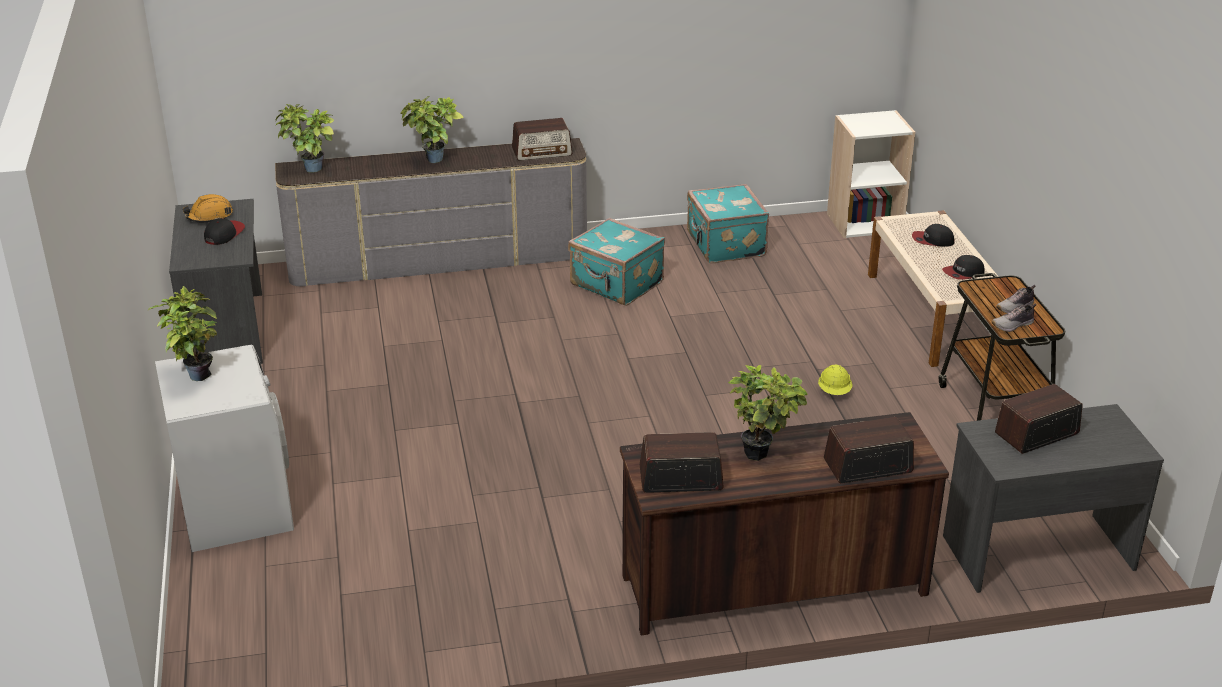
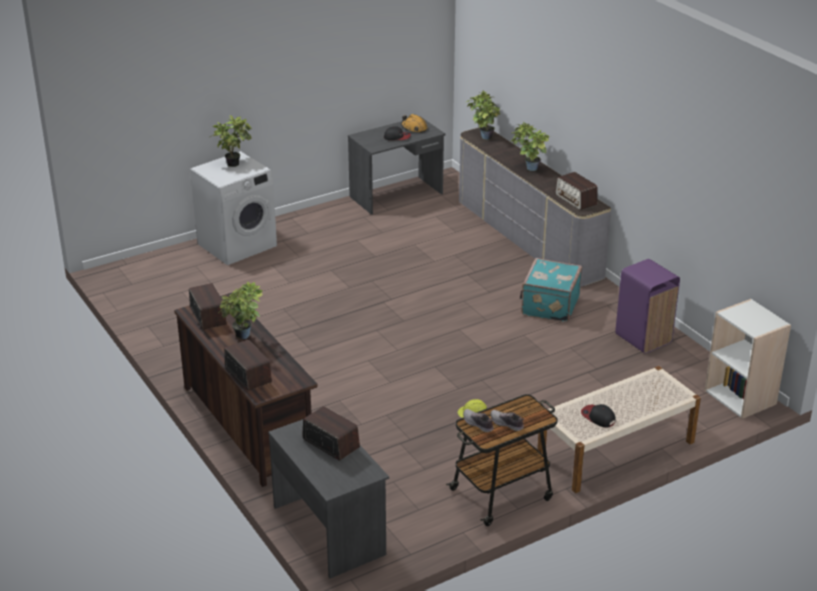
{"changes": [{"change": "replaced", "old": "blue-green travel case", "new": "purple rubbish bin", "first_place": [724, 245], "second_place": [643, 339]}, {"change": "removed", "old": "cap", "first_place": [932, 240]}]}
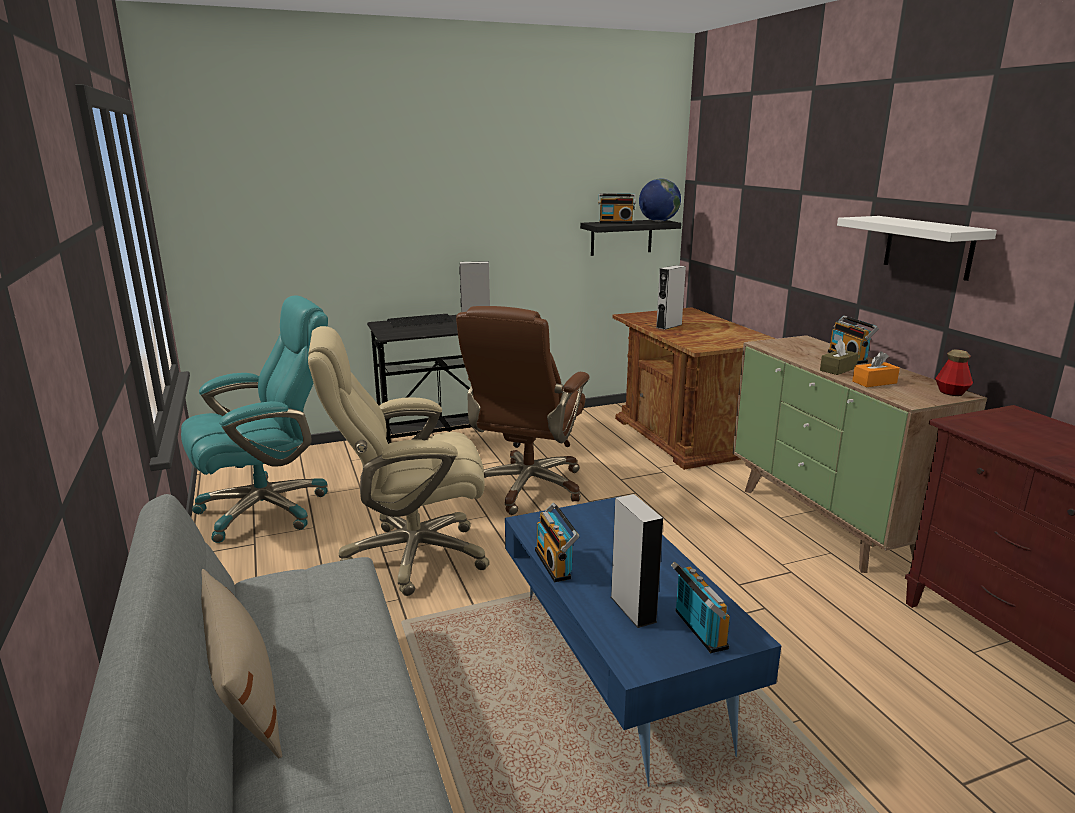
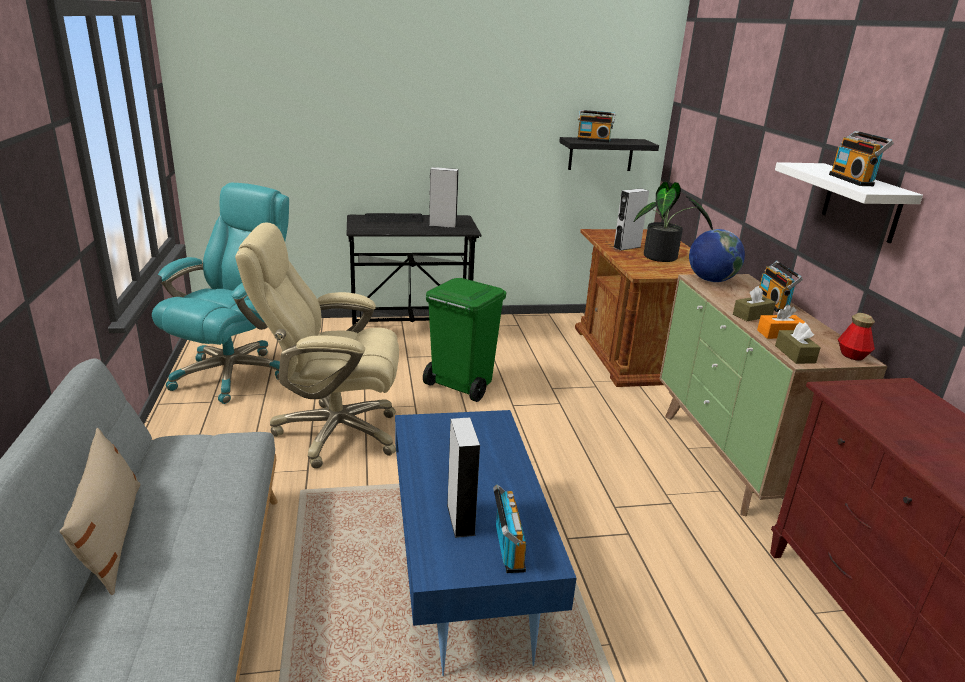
{"changes": [{"change": "turned", "old": "blue-green office chair", "first_place": [269, 511], "second_place": [235, 374], "degrees": -45}, {"change": "replaced", "old": "brownish office chair", "new": "green-coloured rubbish bin", "first_place": [526, 489], "second_place": [461, 386]}, {"change": "moved", "old": "radio set", "first_place": [555, 564], "second_place": [853, 180]}, {"change": "moved", "old": "world globe", "first_place": [658, 221], "second_place": [711, 280]}, {"change": "added", "new": "plant in a pot", "second_place": [664, 258]}, {"change": "added", "new": "brownish tissue box", "second_place": [795, 354]}]}
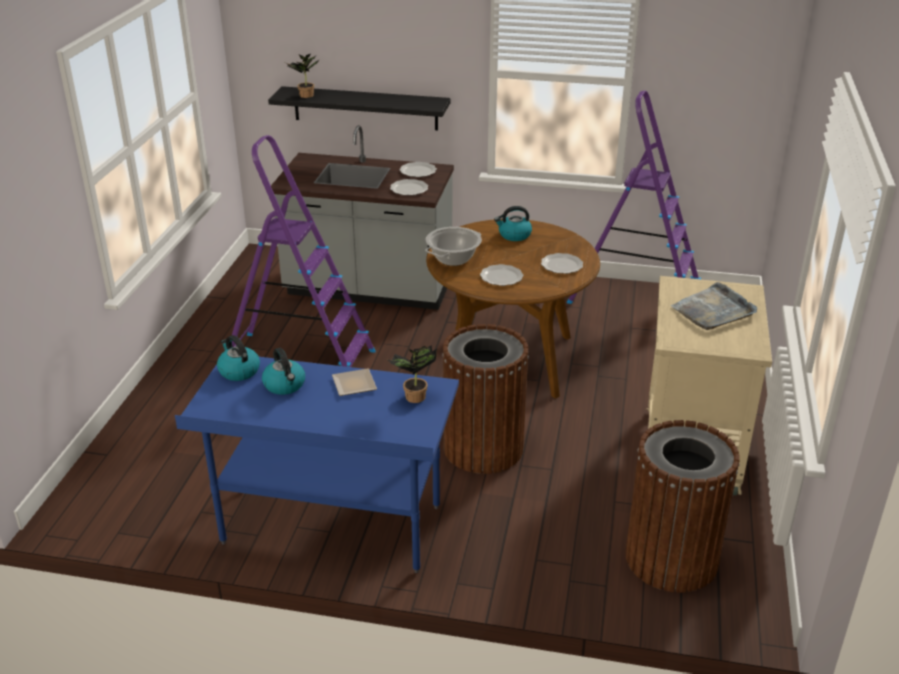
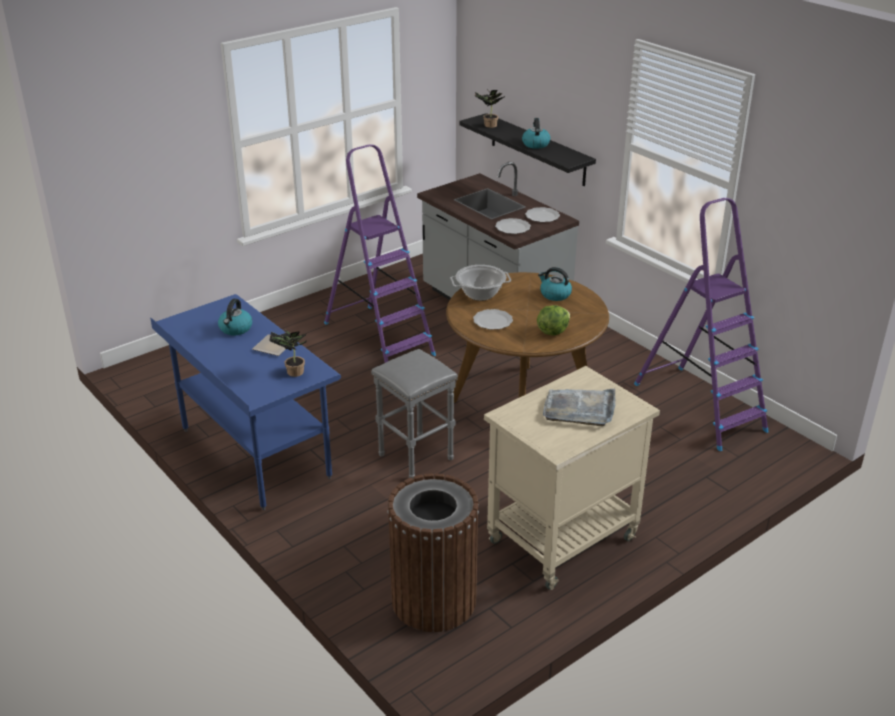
{"changes": [{"change": "moved", "old": "kettle", "first_place": [238, 371], "second_place": [535, 144]}, {"change": "replaced", "old": "brownish rubbish bin", "new": "greyish stool seat", "first_place": [483, 448], "second_place": [414, 456]}, {"change": "replaced", "old": "dinner plate", "new": "lettuce head", "first_place": [561, 265], "second_place": [552, 331]}]}
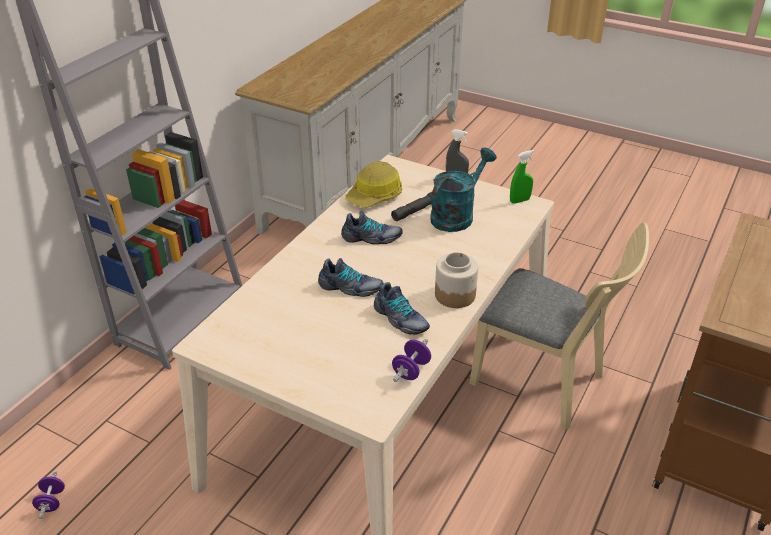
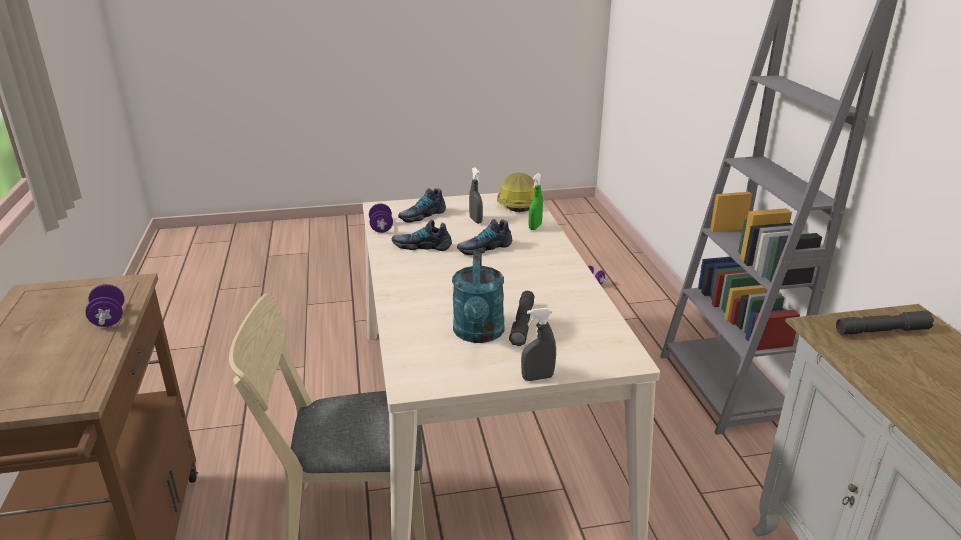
{"changes": [{"change": "moved", "old": "item of footwear", "first_place": [371, 238], "second_place": [421, 215]}, {"change": "moved", "old": "work helmet", "first_place": [375, 196], "second_place": [518, 202]}, {"change": "removed", "old": "storage jar", "first_place": [455, 295]}, {"change": "moved", "old": "green-coloured hand sprayer", "first_place": [519, 200], "second_place": [535, 227]}, {"change": "added", "new": "purple free weight", "second_place": [109, 319]}, {"change": "added", "new": "greyish hand sprayer", "second_place": [475, 220]}, {"change": "added", "new": "greyish hand torch", "second_place": [881, 331]}]}
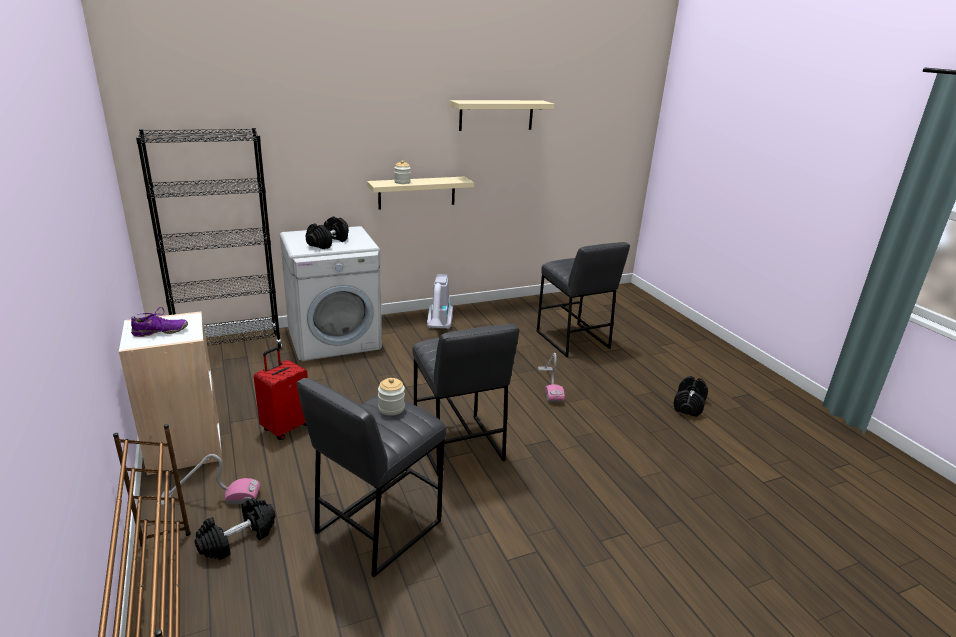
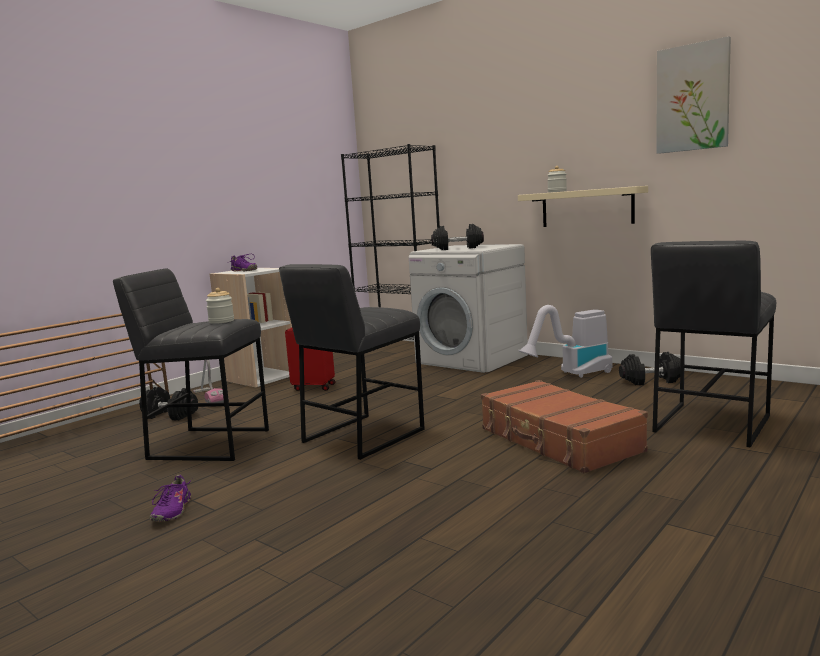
{"changes": [{"change": "replaced", "old": "beige-coloured wall shelf", "new": "picture", "first_place": [496, 115], "second_place": [692, 98]}, {"change": "replaced", "old": "vacuum", "new": "brownish travel case", "first_place": [550, 385], "second_place": [558, 441]}, {"change": "moved", "old": "black free weight", "first_place": [689, 405], "second_place": [650, 381]}, {"change": "added", "new": "purple item of footwear", "second_place": [171, 511]}]}
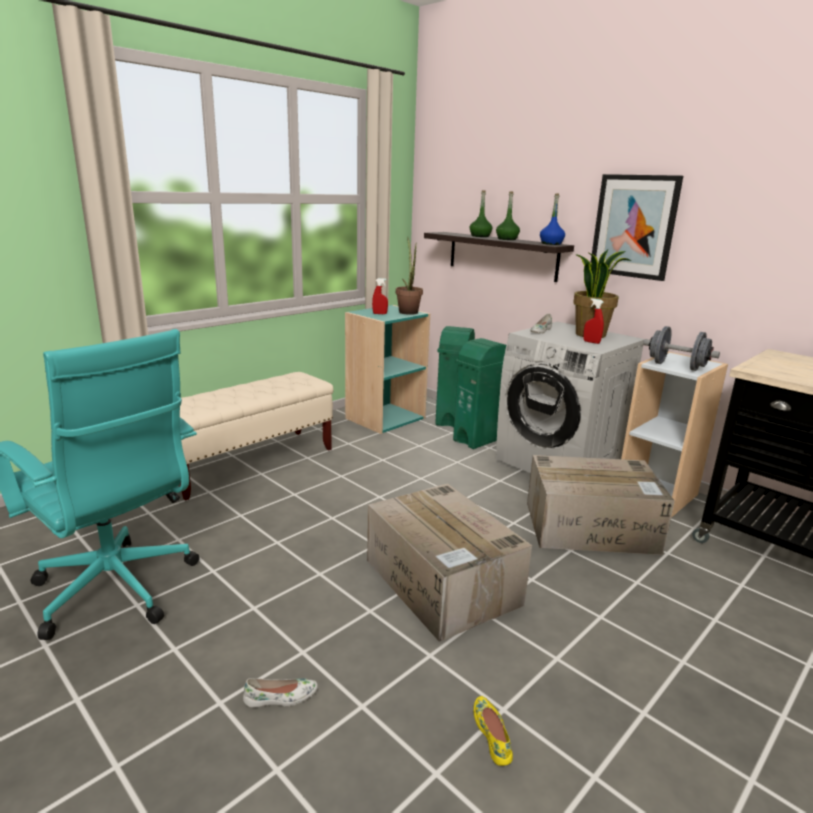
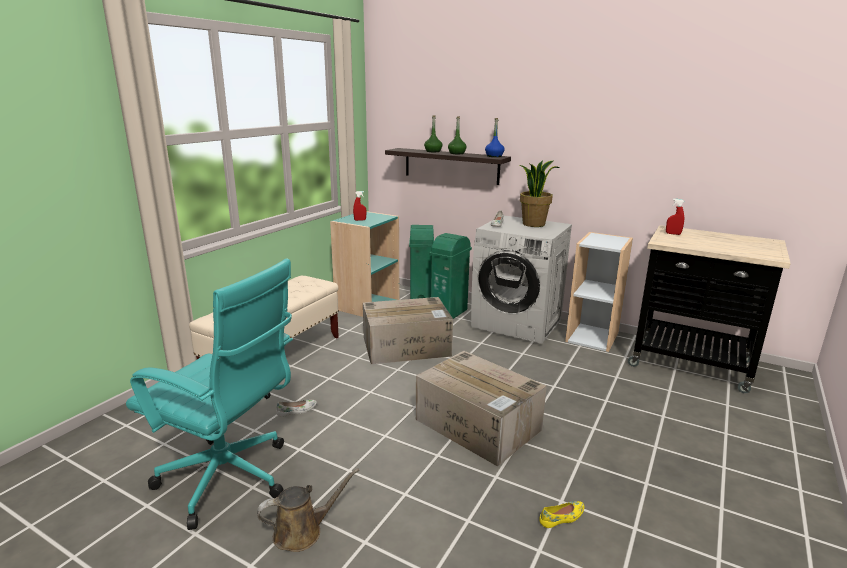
{"changes": [{"change": "moved", "old": "white-coloured item of footwear", "first_place": [281, 697], "second_place": [297, 411]}, {"change": "removed", "old": "plant in a pot", "first_place": [408, 311]}, {"change": "turned", "old": "yellow item of footwear", "first_place": [492, 734], "second_place": [562, 518], "degrees": 90}, {"change": "moved", "old": "carton", "first_place": [592, 527], "second_place": [407, 346]}, {"change": "moved", "old": "red-coloured hand sprayer", "first_place": [591, 342], "second_place": [673, 234]}, {"change": "removed", "old": "picture", "first_place": [634, 226]}, {"change": "removed", "old": "greyish free weight", "first_place": [676, 366]}, {"change": "added", "new": "brownish sprinkling can", "second_place": [302, 532]}]}
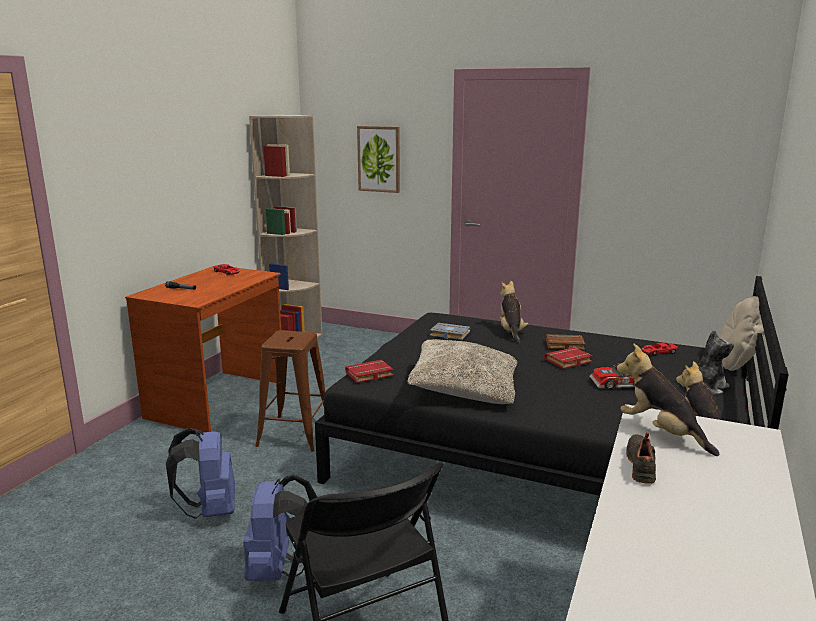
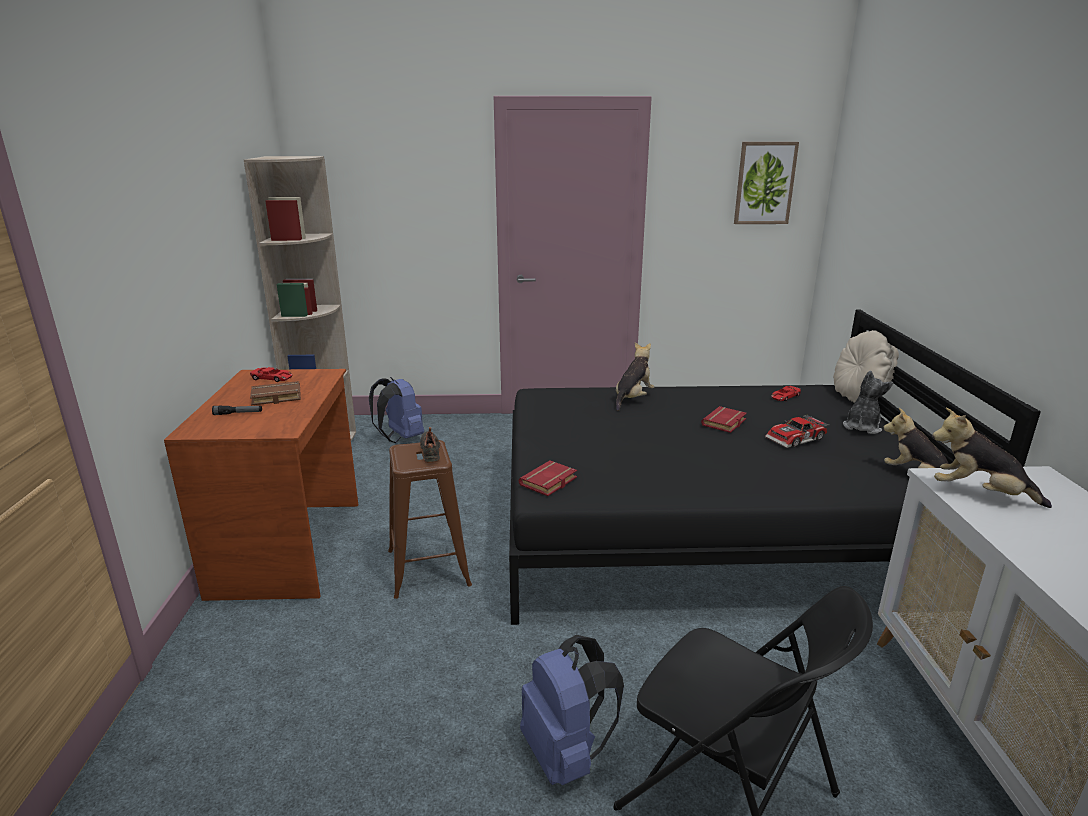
{"changes": [{"change": "moved", "old": "blue-coloured rucksack", "first_place": [210, 510], "second_place": [400, 438]}, {"change": "moved", "old": "picture", "first_place": [379, 159], "second_place": [764, 183]}, {"change": "removed", "old": "beige-coloured throw pillow", "first_place": [465, 388]}, {"change": "removed", "old": "greyish bound book", "first_place": [448, 334]}, {"change": "turned", "old": "plush toy", "first_place": [511, 332], "second_place": [633, 398], "degrees": 60}, {"change": "moved", "old": "brownish bound book", "first_place": [564, 346], "second_place": [275, 398]}, {"change": "moved", "old": "black item of footwear", "first_place": [642, 465], "second_place": [431, 452]}]}
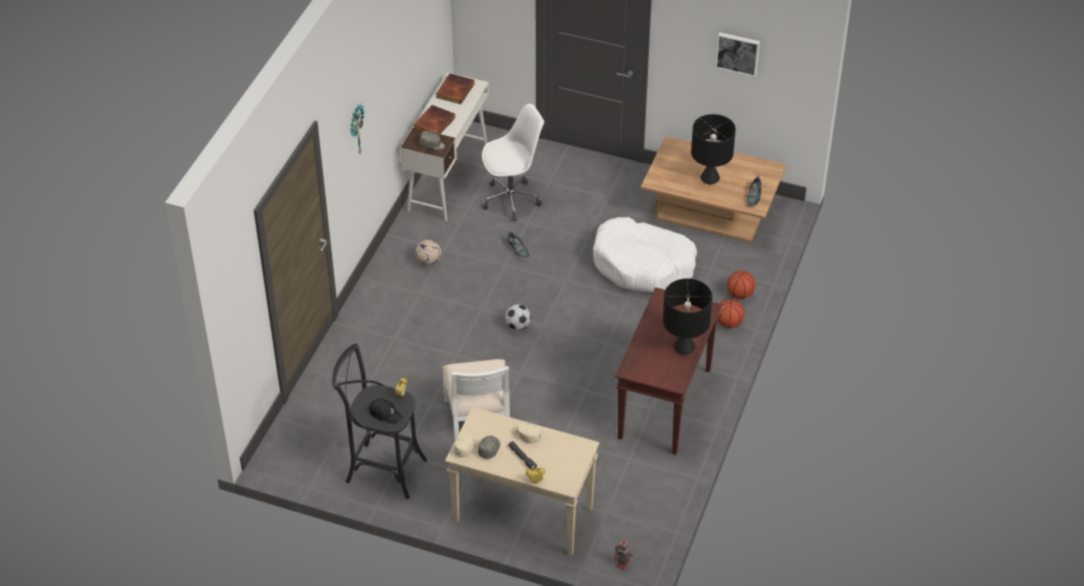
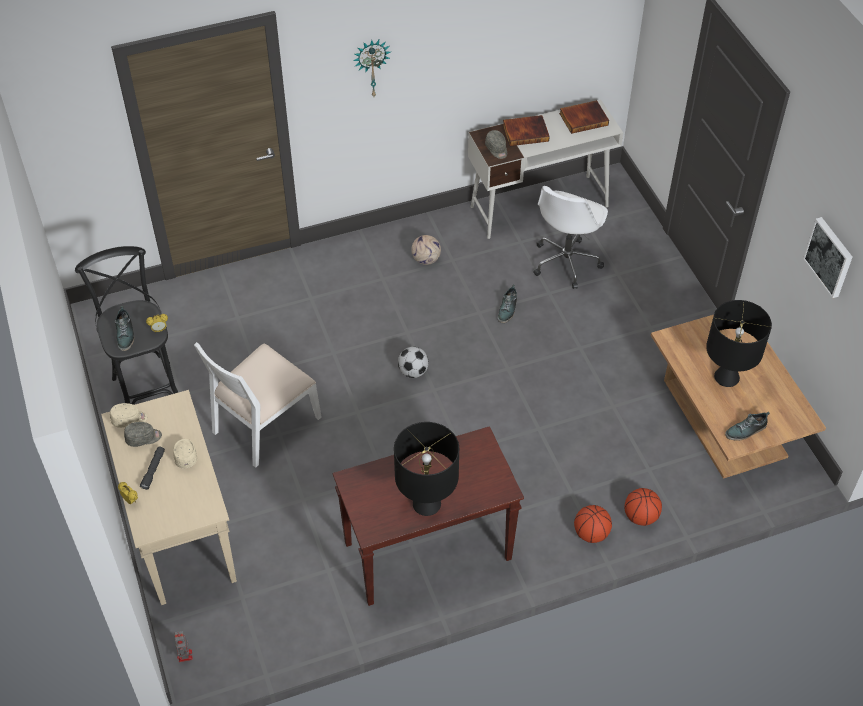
{"changes": [{"change": "replaced", "old": "black cap", "new": "item of footwear", "first_place": [385, 413], "second_place": [125, 334]}, {"change": "turned", "old": "white-coloured office chair", "first_place": [512, 200], "second_place": [565, 264], "degrees": 90}, {"change": "removed", "old": "white-coloured dog bed", "first_place": [643, 265]}]}
